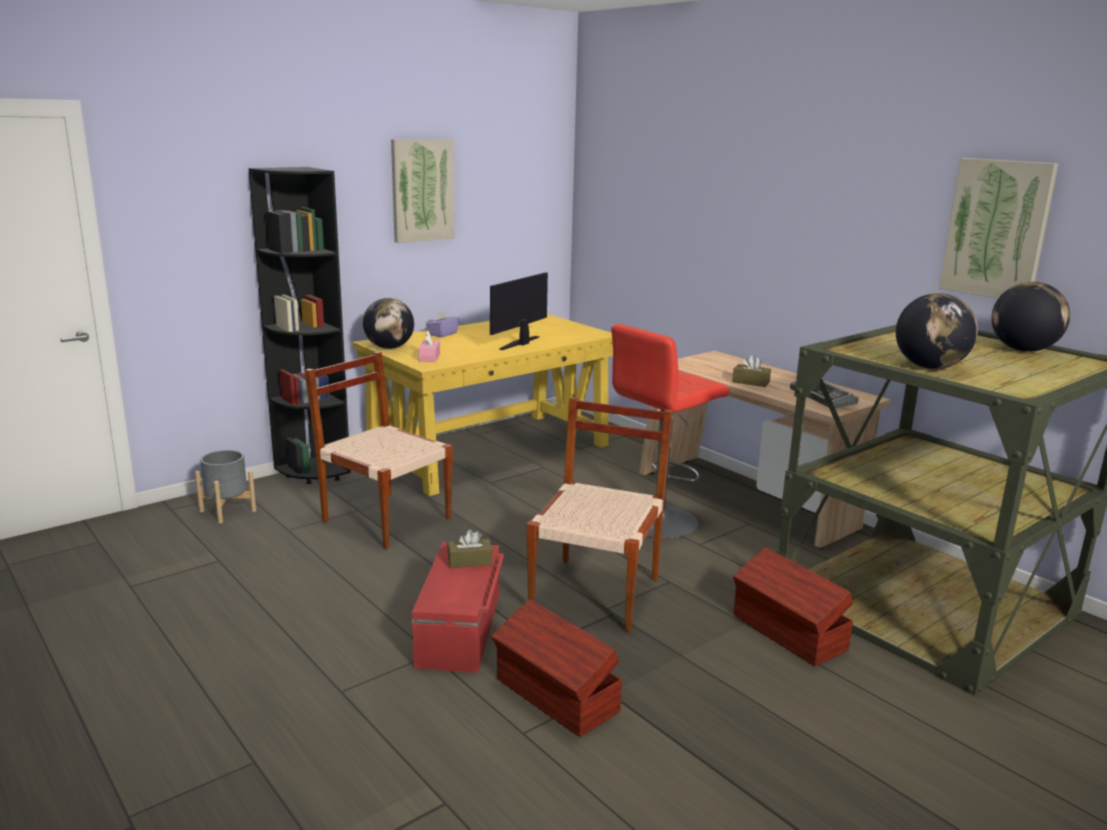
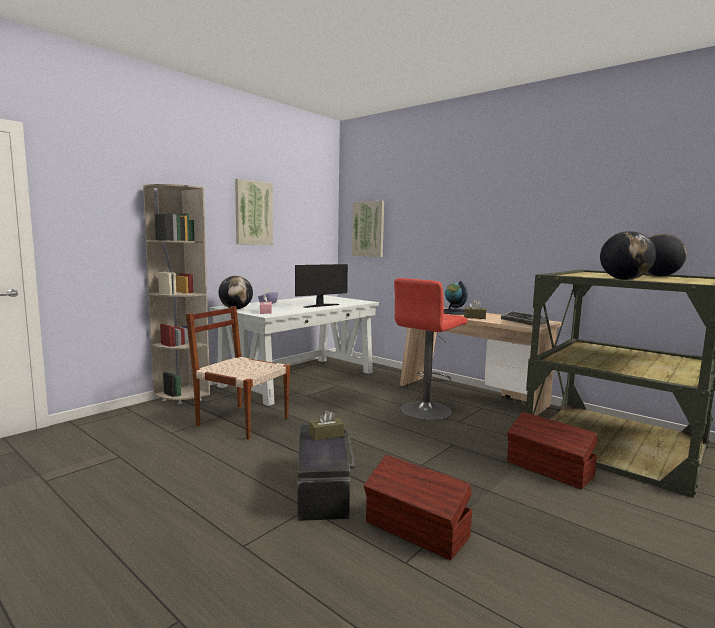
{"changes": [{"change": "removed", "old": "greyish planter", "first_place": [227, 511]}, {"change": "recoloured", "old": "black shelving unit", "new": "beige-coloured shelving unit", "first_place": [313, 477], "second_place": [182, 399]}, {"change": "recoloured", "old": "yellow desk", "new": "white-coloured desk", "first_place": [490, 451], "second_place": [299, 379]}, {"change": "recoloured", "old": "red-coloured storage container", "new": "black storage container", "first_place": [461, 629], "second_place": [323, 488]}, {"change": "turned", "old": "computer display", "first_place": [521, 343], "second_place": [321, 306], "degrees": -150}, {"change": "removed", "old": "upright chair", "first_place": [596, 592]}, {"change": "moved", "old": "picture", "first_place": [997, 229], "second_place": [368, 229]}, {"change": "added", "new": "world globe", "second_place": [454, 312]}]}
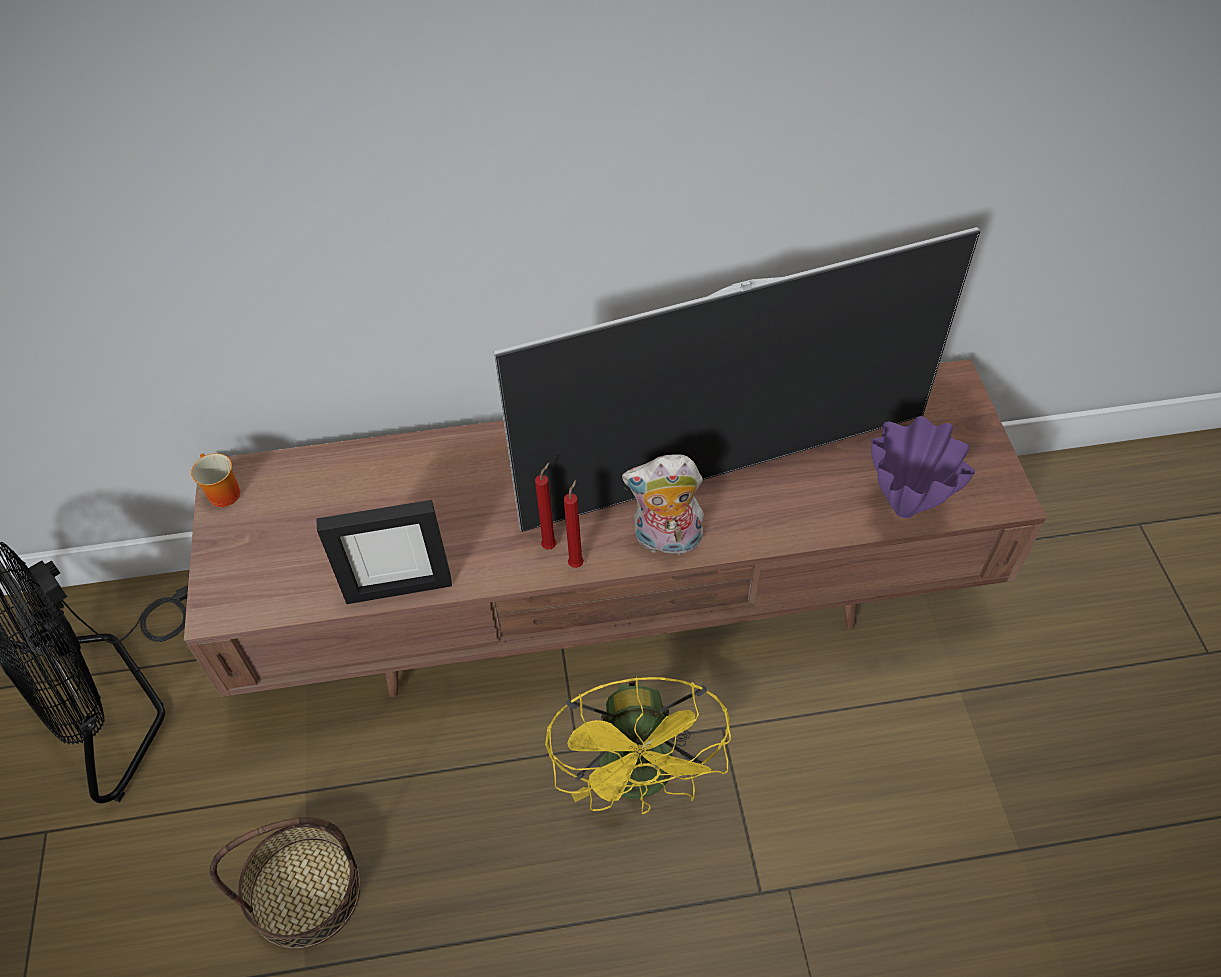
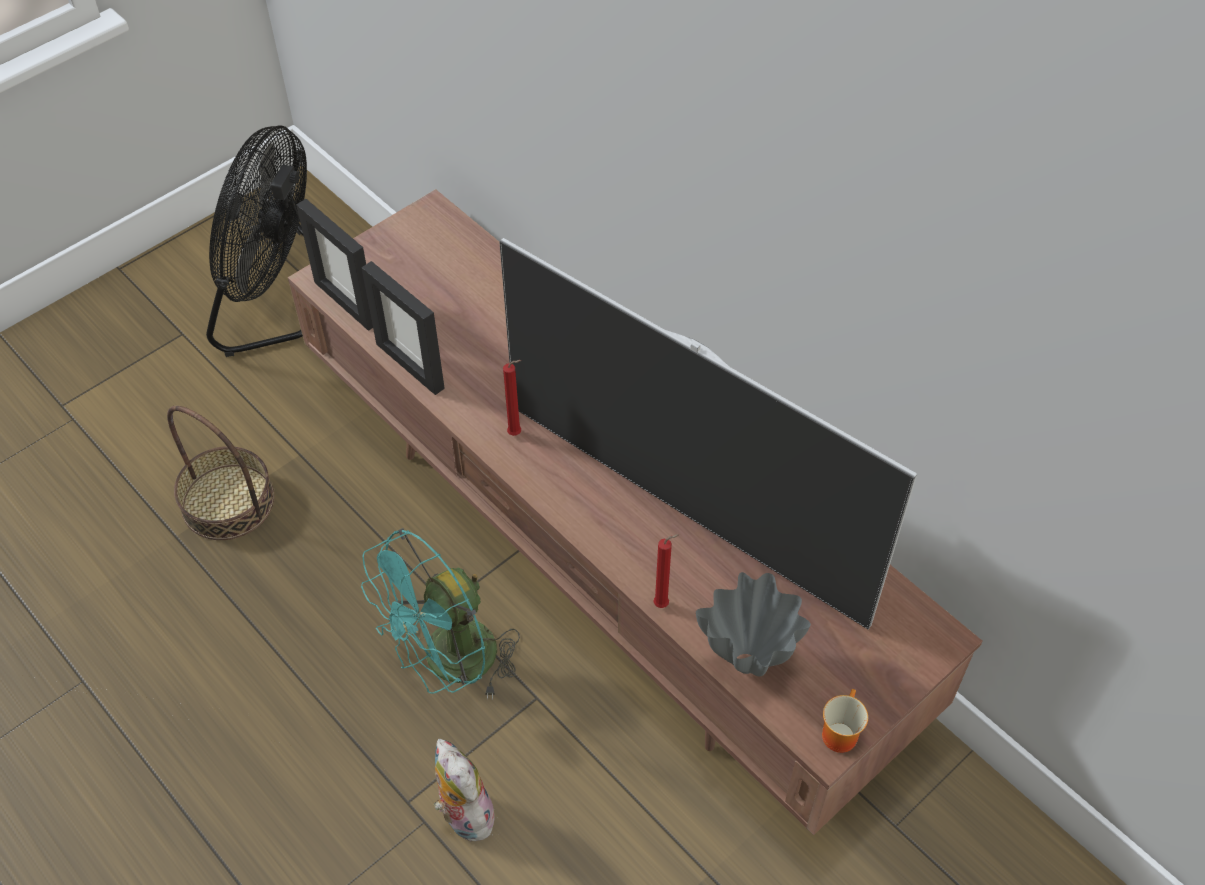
{"changes": [{"change": "moved", "old": "coffee mug", "first_place": [220, 493], "second_place": [837, 731]}, {"change": "recoloured", "old": "yellow cooling fan", "new": "blue-green cooling fan", "first_place": [641, 781], "second_place": [449, 664]}, {"change": "moved", "old": "red-coloured wax candle", "first_place": [577, 562], "second_place": [663, 604]}, {"change": "moved", "old": "plush toy", "first_place": [666, 541], "second_place": [463, 814]}, {"change": "recoloured", "old": "purple decorative vase", "new": "greyish decorative vase", "first_place": [905, 508], "second_place": [748, 664]}, {"change": "added", "new": "picture frame", "second_place": [347, 302]}]}
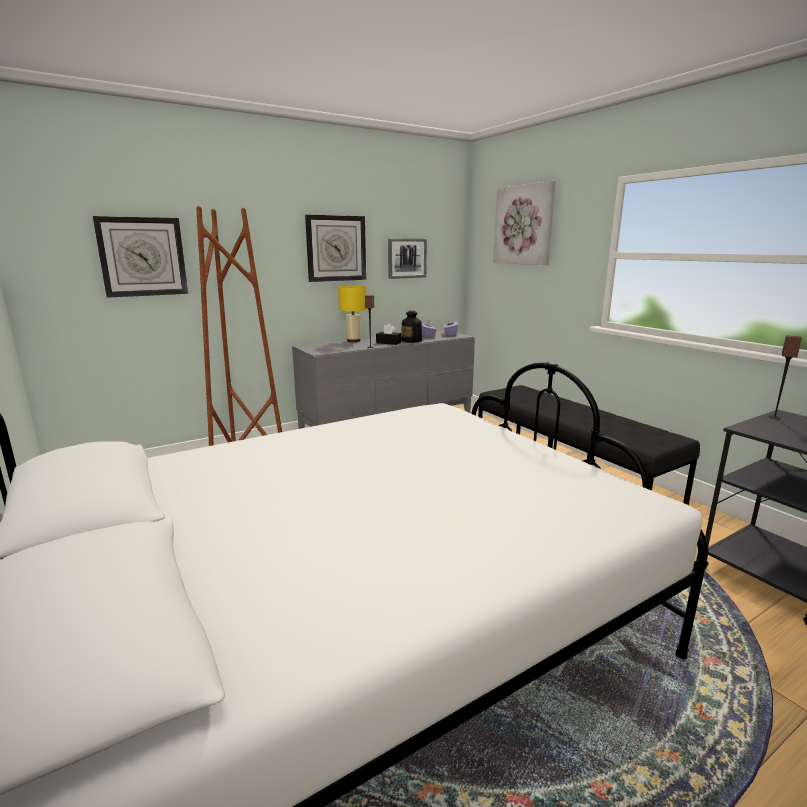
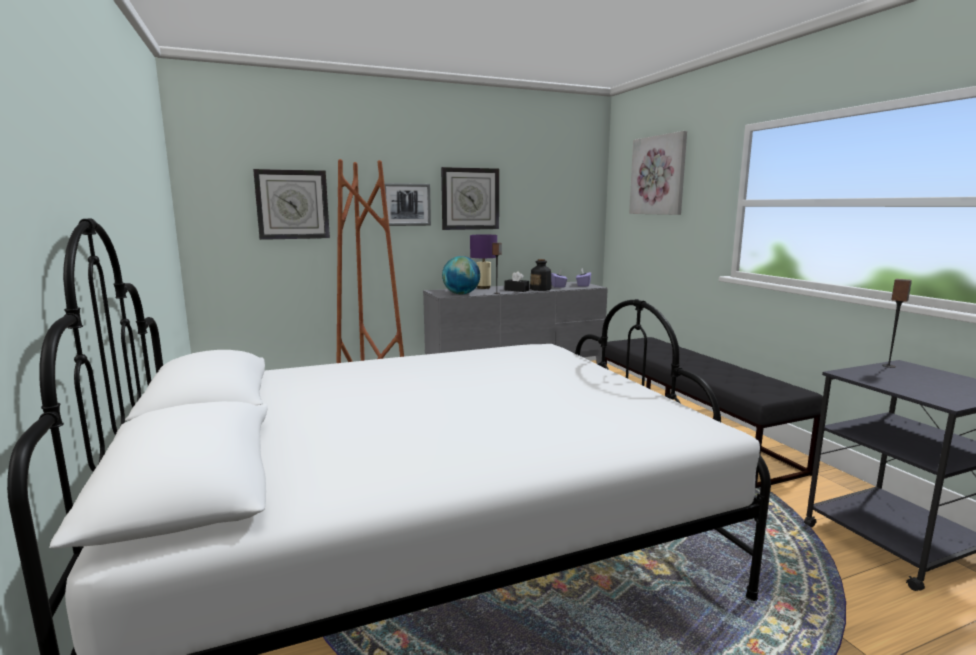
{"changes": [{"change": "recoloured", "old": "yellow tabletop lamp", "new": "purple tabletop lamp", "first_place": [354, 341], "second_place": [484, 288]}, {"change": "moved", "old": "picture", "first_place": [407, 258], "second_place": [406, 204]}, {"change": "added", "new": "world globe", "second_place": [461, 294]}]}
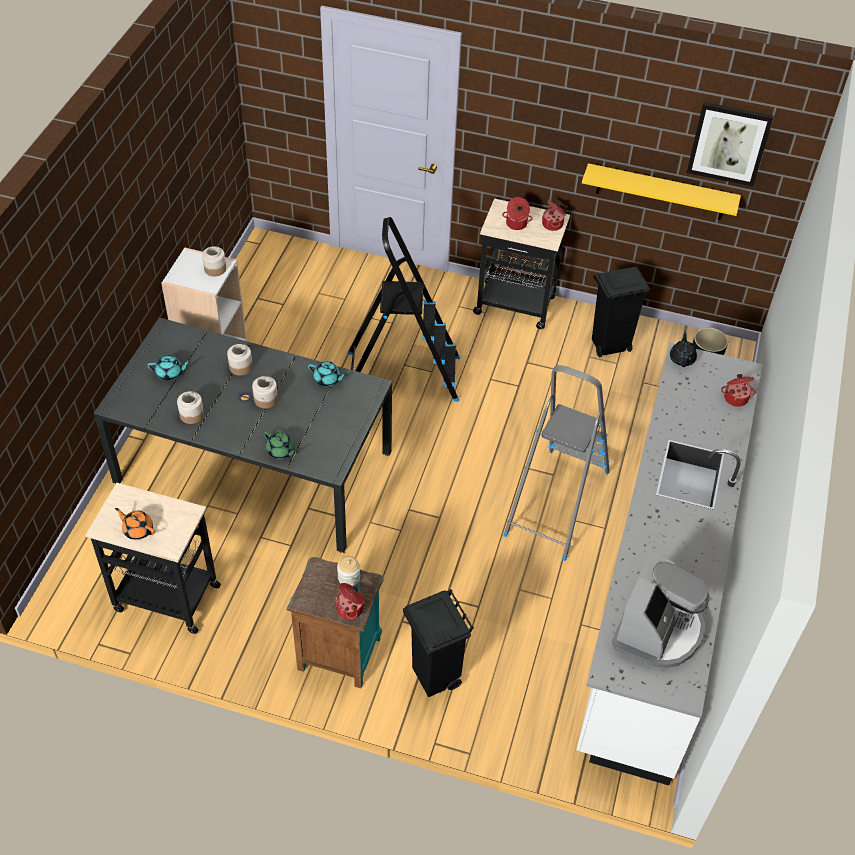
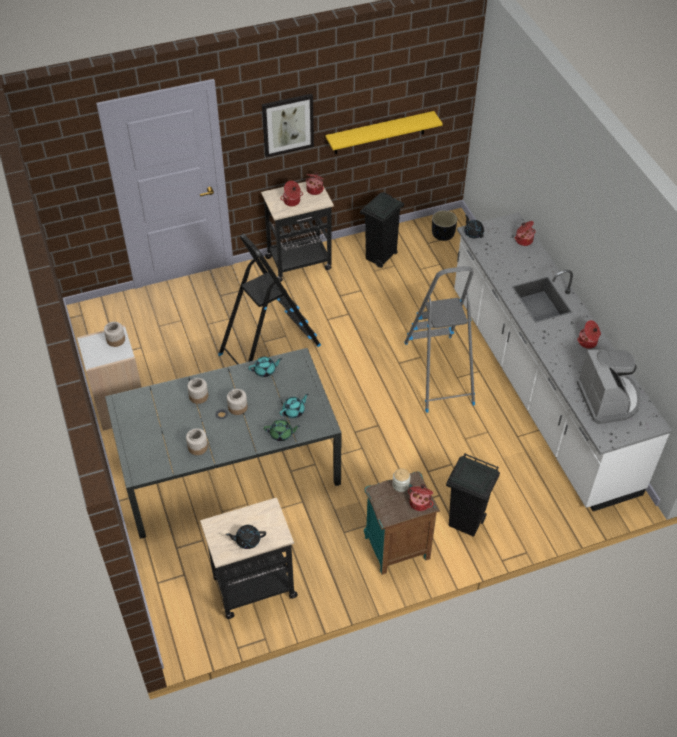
{"changes": [{"change": "recoloured", "old": "orange-coloured pot for tea", "new": "black pot for tea", "first_place": [138, 529], "second_place": [247, 540]}, {"change": "moved", "old": "blue-green pot for tea", "first_place": [170, 373], "second_place": [294, 411]}, {"change": "moved", "old": "picture", "first_place": [729, 143], "second_place": [287, 124]}, {"change": "added", "new": "stockpot", "second_place": [587, 342]}]}
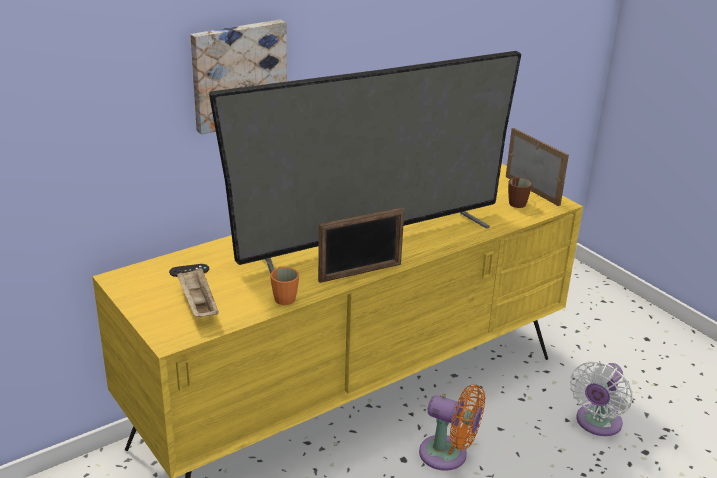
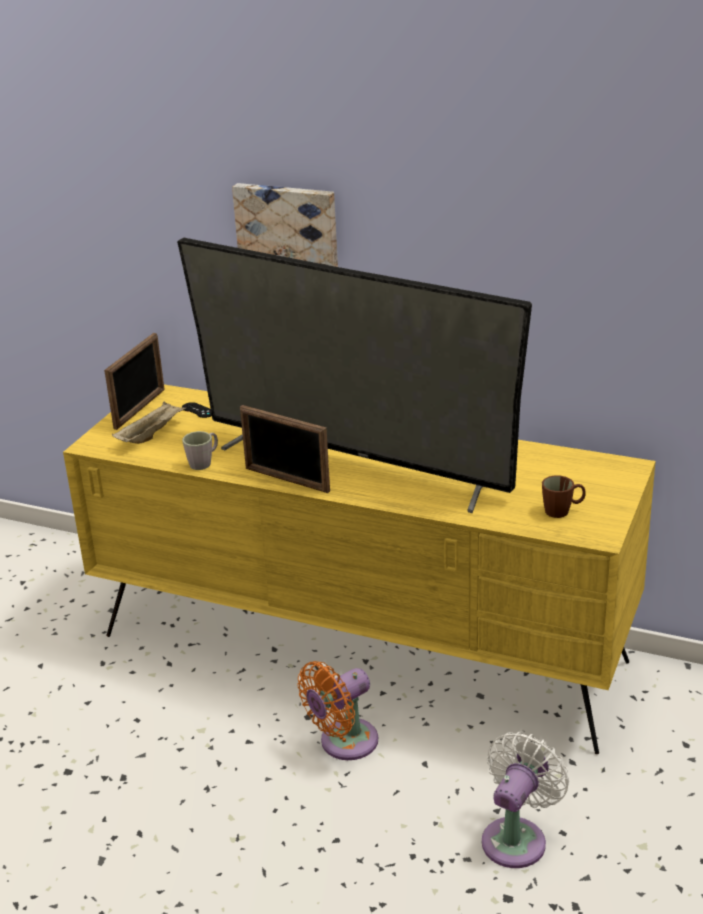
{"changes": [{"change": "recoloured", "old": "orange-coloured coffee mug", "new": "greyish coffee mug", "first_place": [283, 296], "second_place": [204, 462]}, {"change": "turned", "old": "orange-coloured cooling fan", "first_place": [448, 455], "second_place": [343, 743], "degrees": 60}, {"change": "moved", "old": "picture frame", "first_place": [532, 190], "second_place": [140, 409]}, {"change": "turned", "old": "white-coloured cooling fan", "first_place": [596, 423], "second_place": [517, 838], "degrees": 120}]}
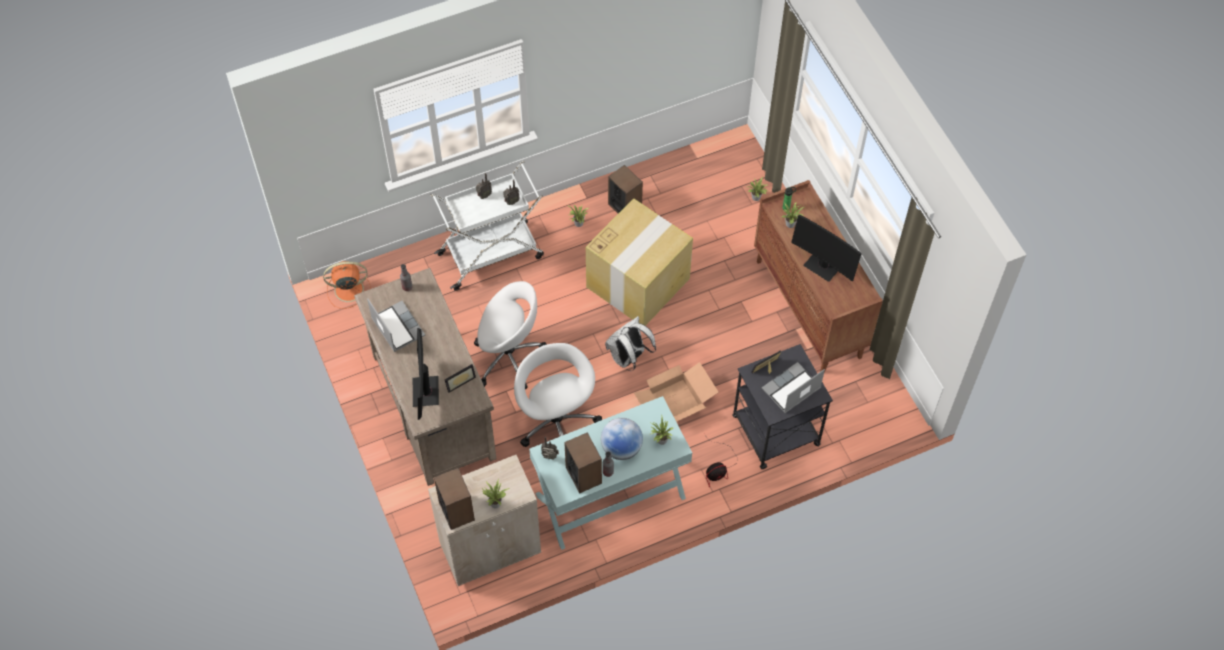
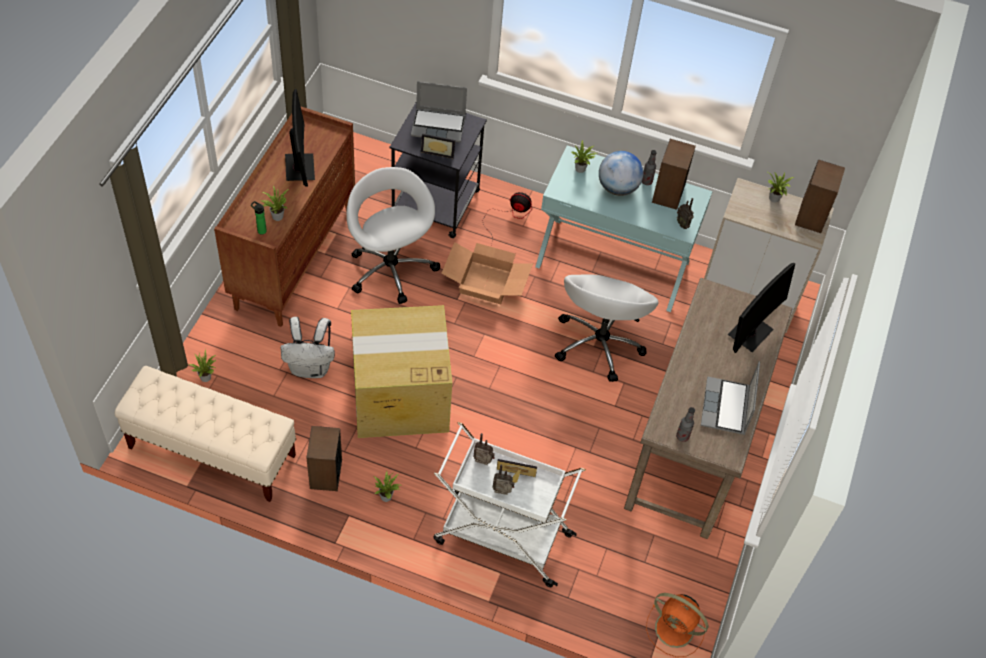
{"changes": [{"change": "moved", "old": "picture frame", "first_place": [459, 381], "second_place": [515, 478]}, {"change": "moved", "old": "white-coloured office chair", "first_place": [510, 358], "second_place": [391, 269]}, {"change": "moved", "old": "white-coloured rucksack", "first_place": [628, 358], "second_place": [311, 368]}, {"change": "added", "new": "beige-coloured bench", "second_place": [212, 452]}]}
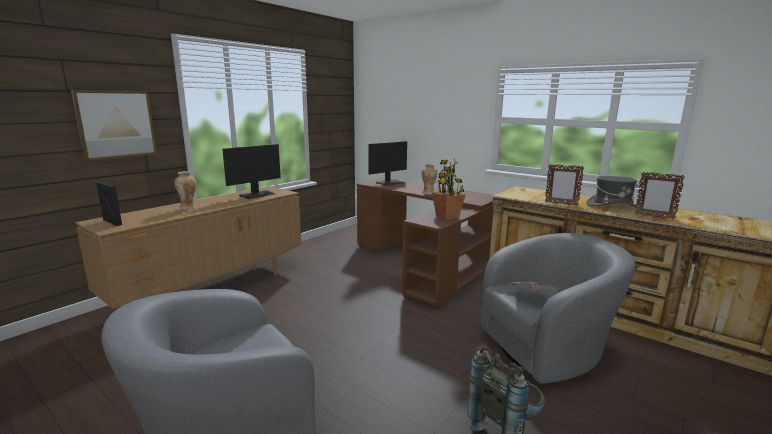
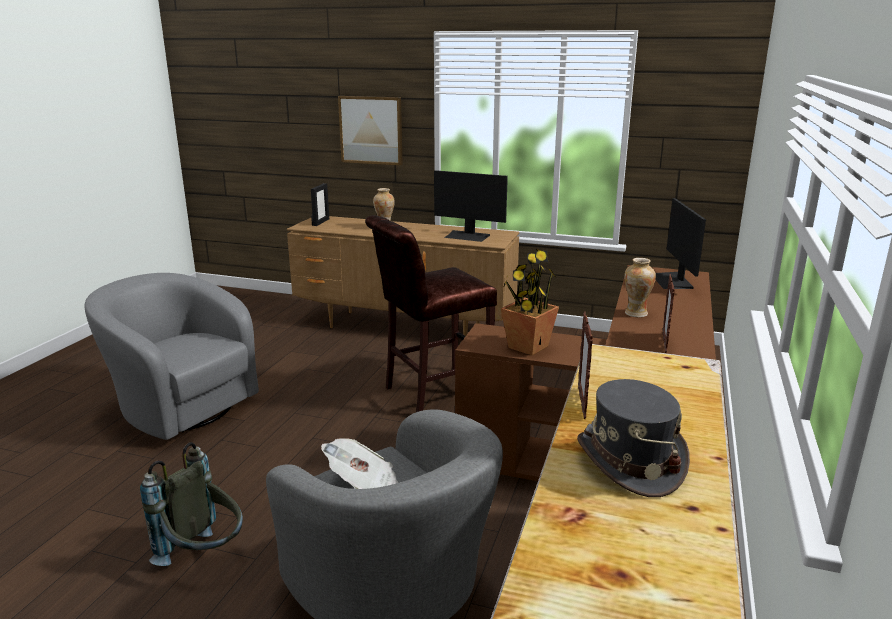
{"changes": [{"change": "turned", "old": "computer display", "first_place": [390, 182], "second_place": [672, 281], "degrees": 60}, {"change": "moved", "old": "picture frame", "first_place": [654, 216], "second_place": [664, 343]}, {"change": "added", "new": "brownish stool seat", "second_place": [432, 393]}]}
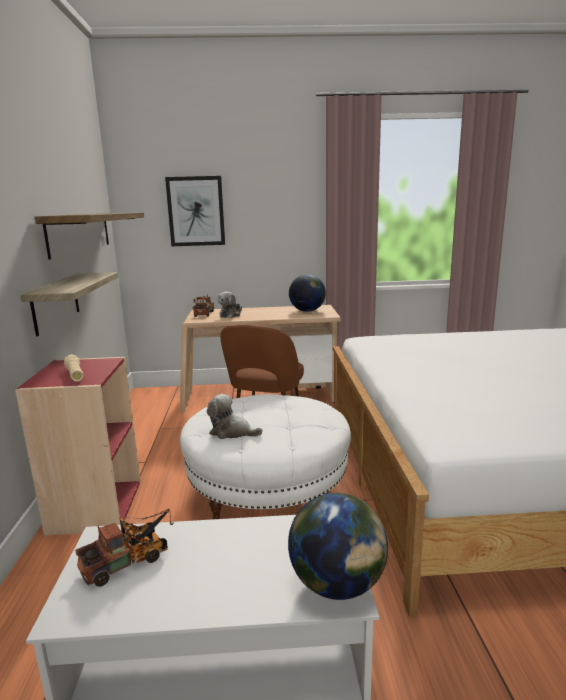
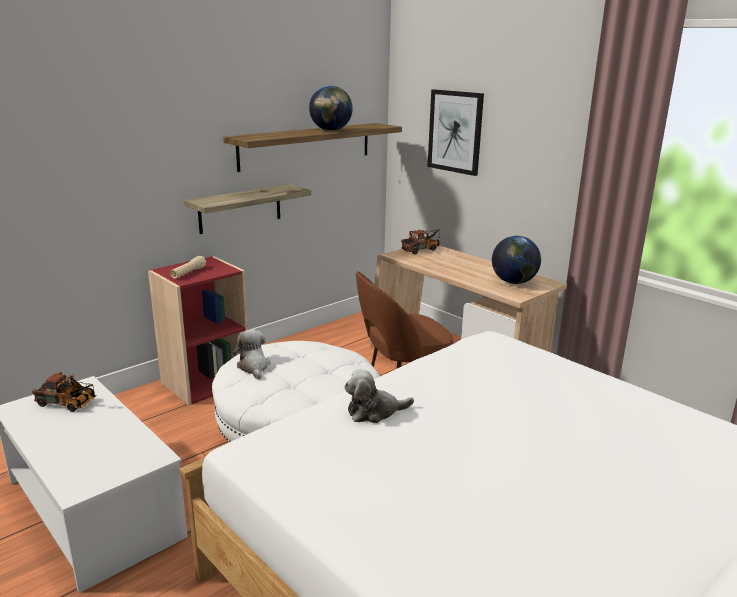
{"changes": [{"change": "moved", "old": "plush toy", "first_place": [231, 315], "second_place": [374, 412]}, {"change": "moved", "old": "world globe", "first_place": [337, 584], "second_place": [331, 130]}]}
